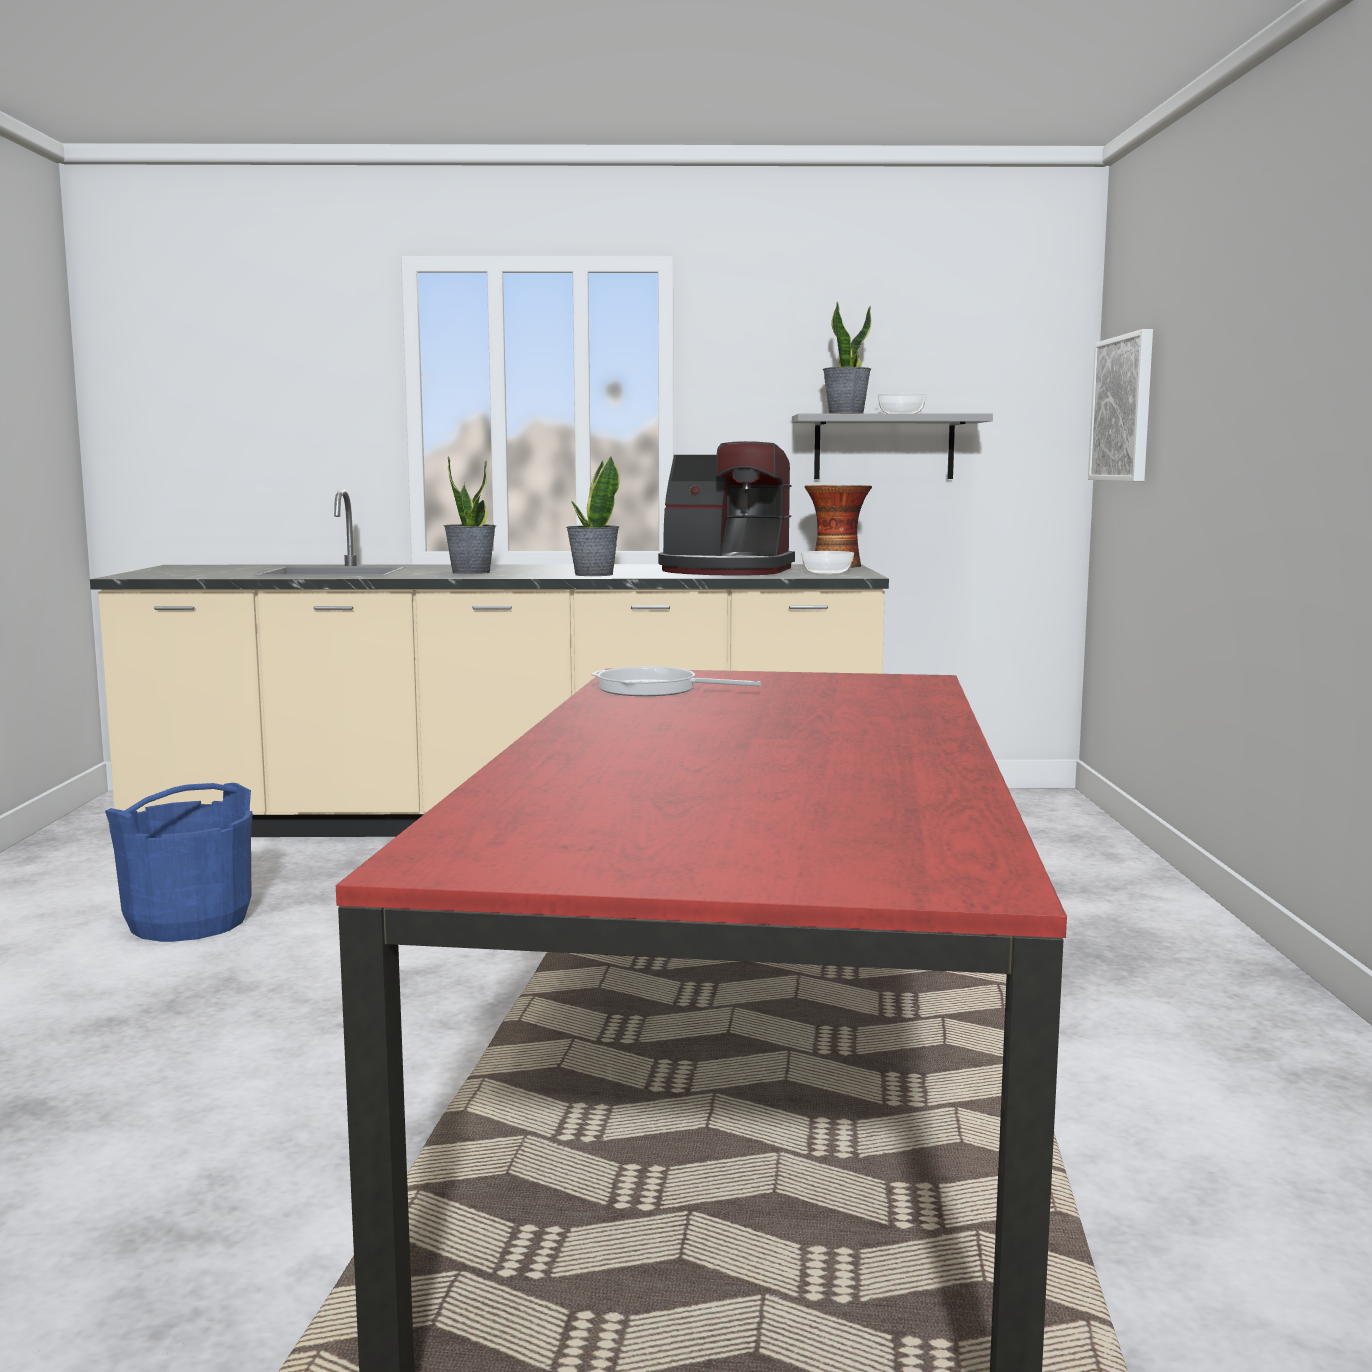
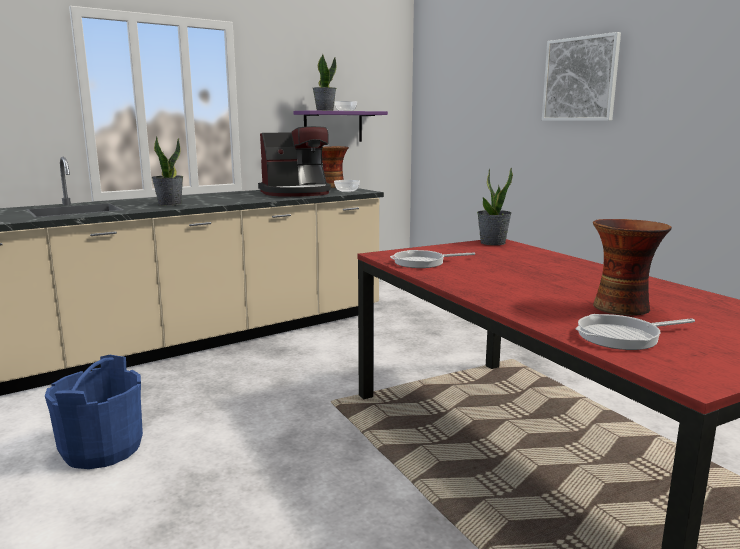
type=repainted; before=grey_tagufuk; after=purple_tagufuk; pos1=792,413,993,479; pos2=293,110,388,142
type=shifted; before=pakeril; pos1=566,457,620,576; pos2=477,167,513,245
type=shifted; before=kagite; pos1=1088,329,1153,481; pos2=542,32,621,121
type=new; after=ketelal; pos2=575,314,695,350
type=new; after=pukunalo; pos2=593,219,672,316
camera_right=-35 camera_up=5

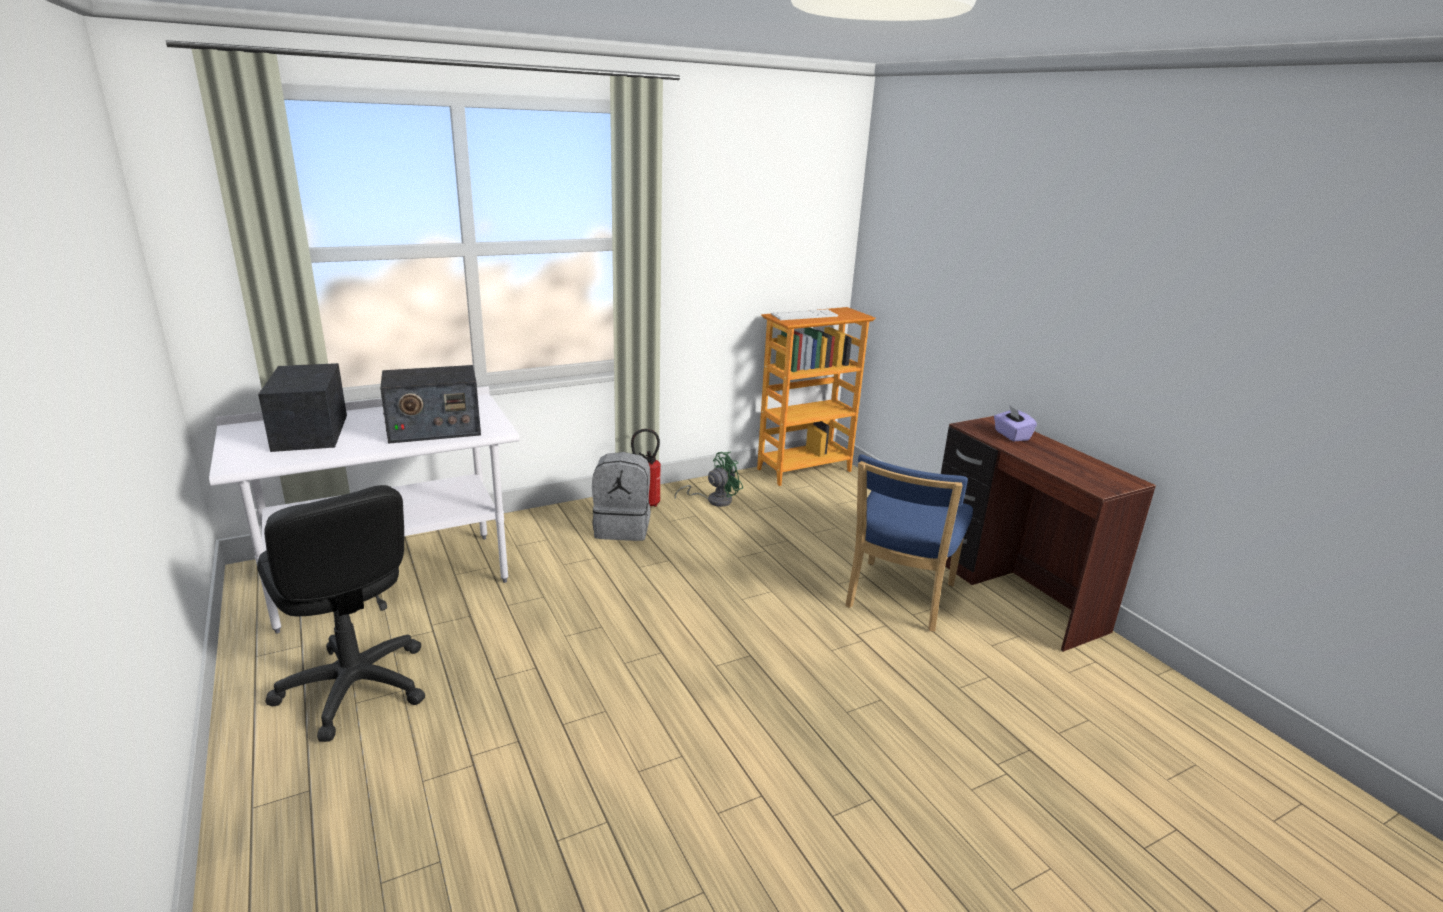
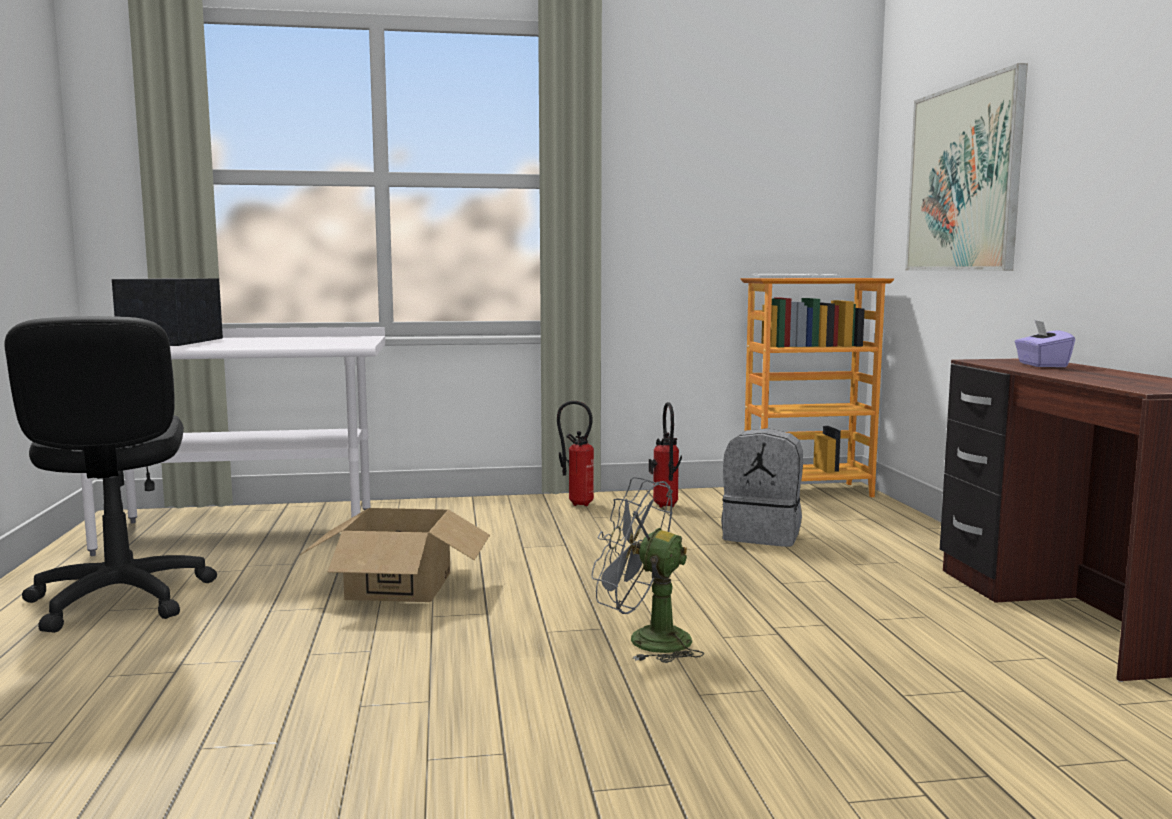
type=new; after=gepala; pos2=299,508,490,602
type=new; after=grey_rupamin; pos2=592,477,704,663
type=swapped; before=green_rupamin; after=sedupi; pos1=675,452,743,507; pos2=649,402,682,508
type=shifted; before=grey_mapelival; pos1=592,452,651,541; pos2=721,428,803,547
type=new; after=kagite; pos2=905,63,1028,271
type=gone; before=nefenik; pos1=380,365,481,444
type=gone; before=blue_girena; pos1=845,454,973,632
camera_right=20 camera_up=-15

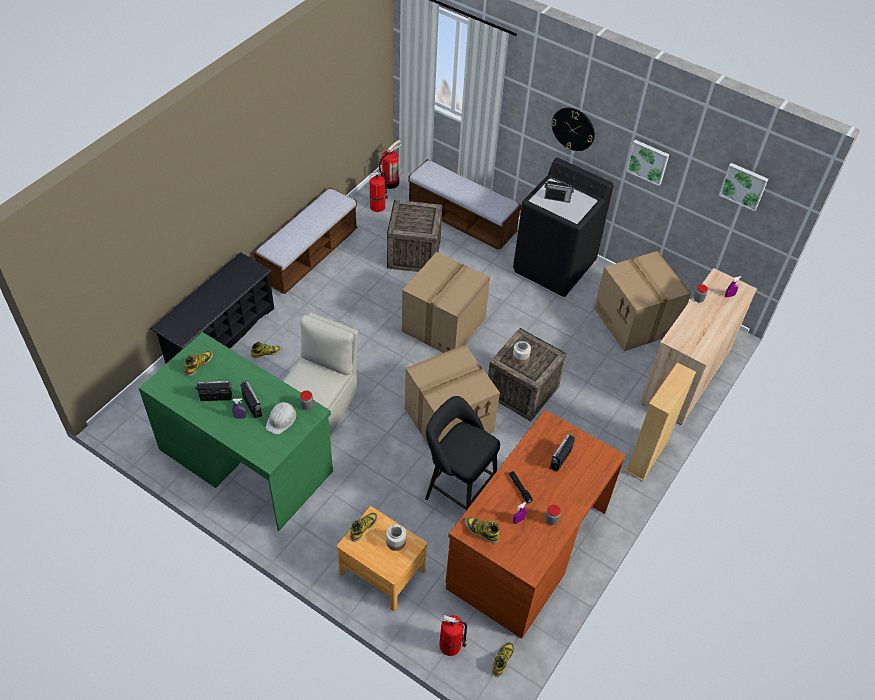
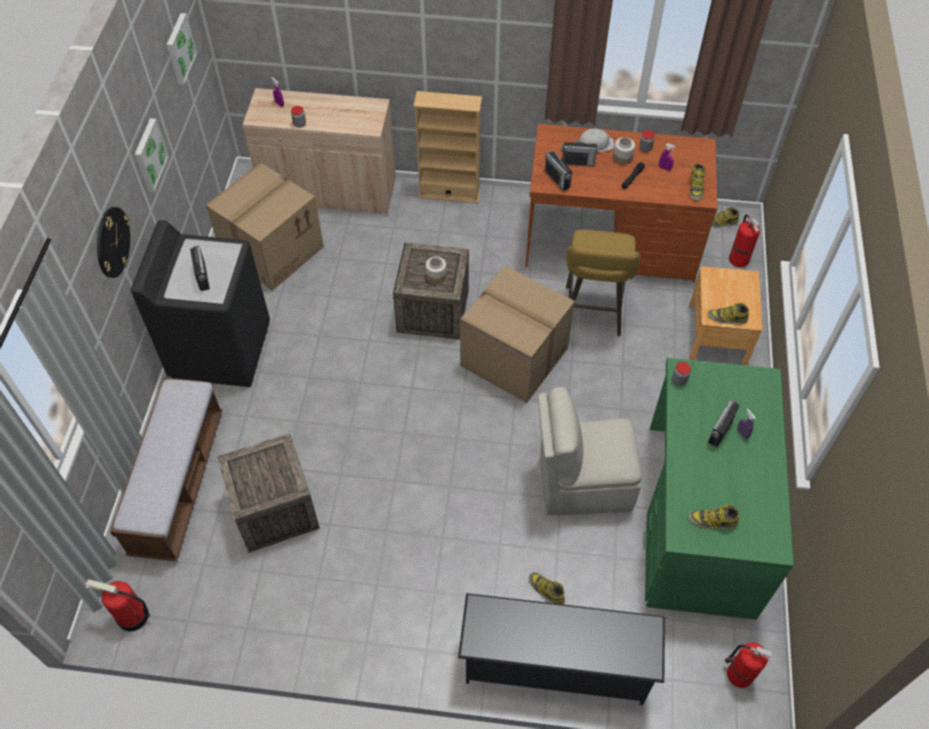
type=shifted; before=nefenik; pos1=195,378,232,401; pos2=545,147,572,191
type=repainted; before=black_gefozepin; after=yellow_gefozepin; pos1=425,396,500,511; pos2=566,229,641,336
type=shifted; before=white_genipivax; pos1=266,402,296,435; pos2=576,129,614,152
type=shifted; before=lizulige; pos1=386,525,406,551; pos2=613,137,635,165
type=shifted; before=sedupi; pos1=369,171,388,212; pos2=725,642,773,688
type=gone; before=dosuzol; pos1=253,187,358,294
type=gone; before=gepala; pos1=402,252,490,353
camera_right=-115 camera_up=5

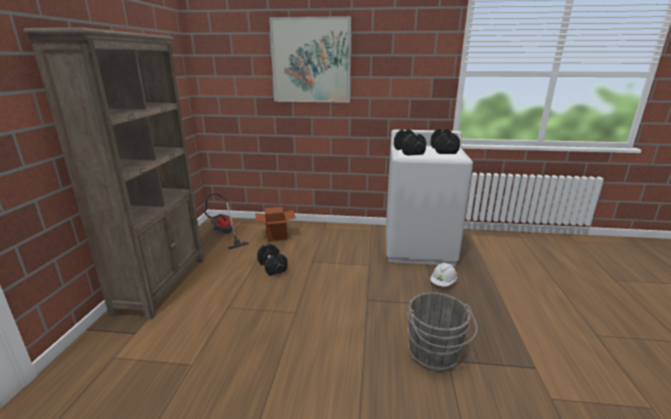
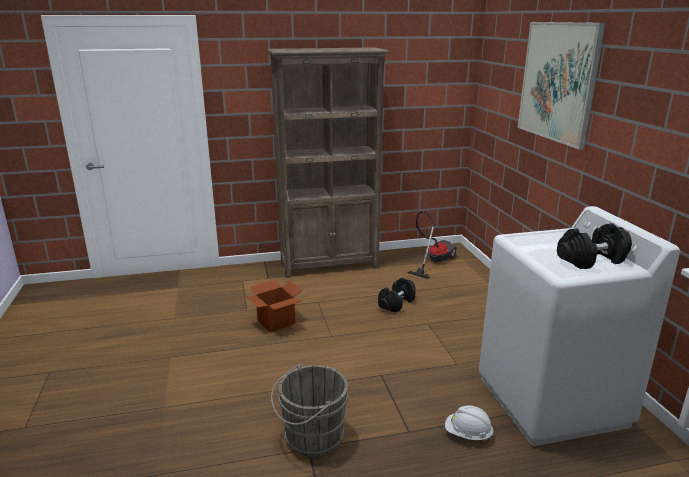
type=shifted; before=gepala; pos1=255,207,296,242; pos2=246,280,302,332
type=gone; before=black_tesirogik; pos1=394,129,426,156
camera_right=70 camera_up=0

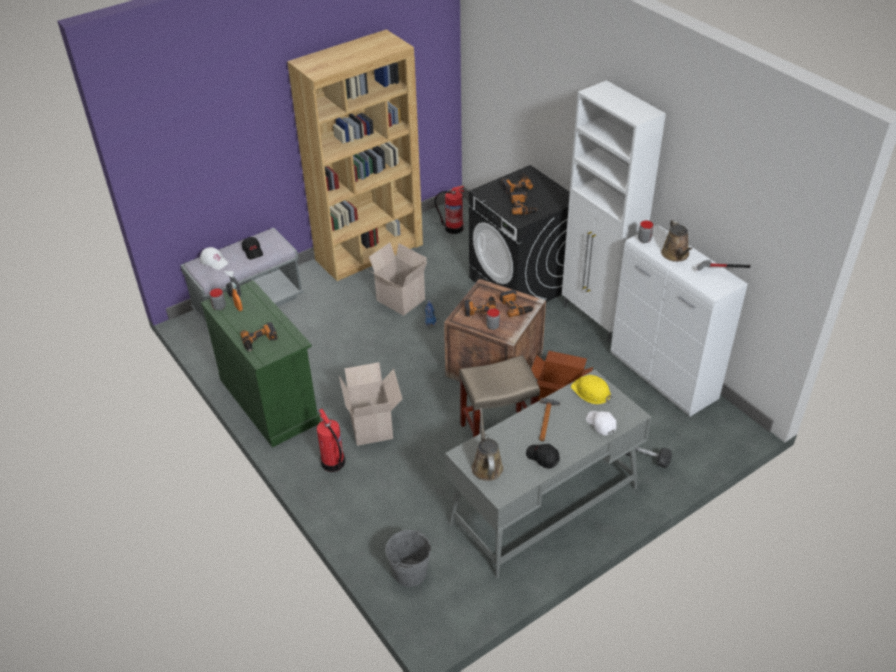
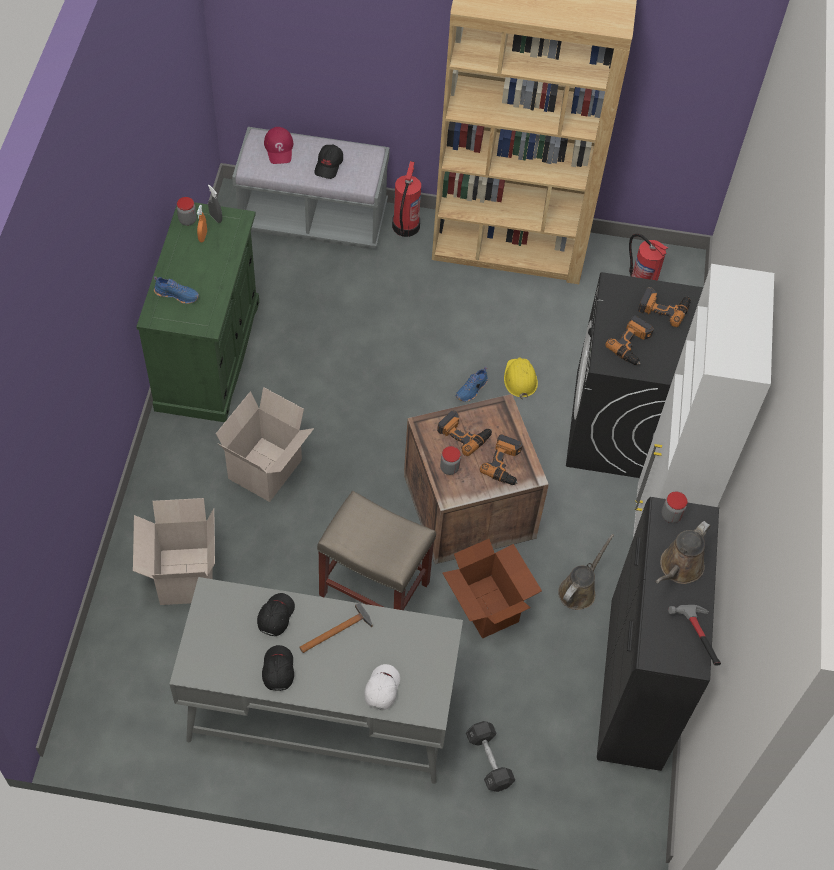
type=shifted; before=gepala; pos1=367,243,427,316; pos2=133,498,215,605
type=swapped; before=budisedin; after=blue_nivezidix; pos1=240,322,278,351; pos2=154,276,199,304
type=new; after=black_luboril; pos2=257,593,295,636
type=repainted; before=white_luboril; after=red_luboril; pos1=199,247,229,270; pos2=264,127,293,164
type=shifted; before=sedupi; pos1=317,409,345,472; pos2=392,161,421,237
type=shifted; before=yellow_genipivax; pos1=571,375,612,404; pos2=504,358,538,400
type=shifted; before=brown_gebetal; pos1=472,408,503,481; pos2=558,534,614,610
type=repainted; before=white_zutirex; after=black_zutirex; pos1=611,224,748,417; pos2=597,497,719,771
type=gone; before=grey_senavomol; pos1=385,530,431,587
camera_right=40 camera_up=15

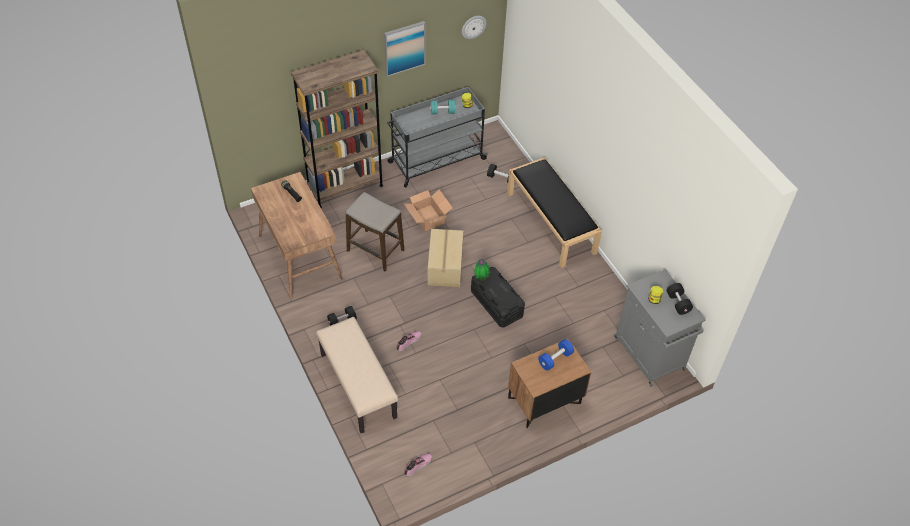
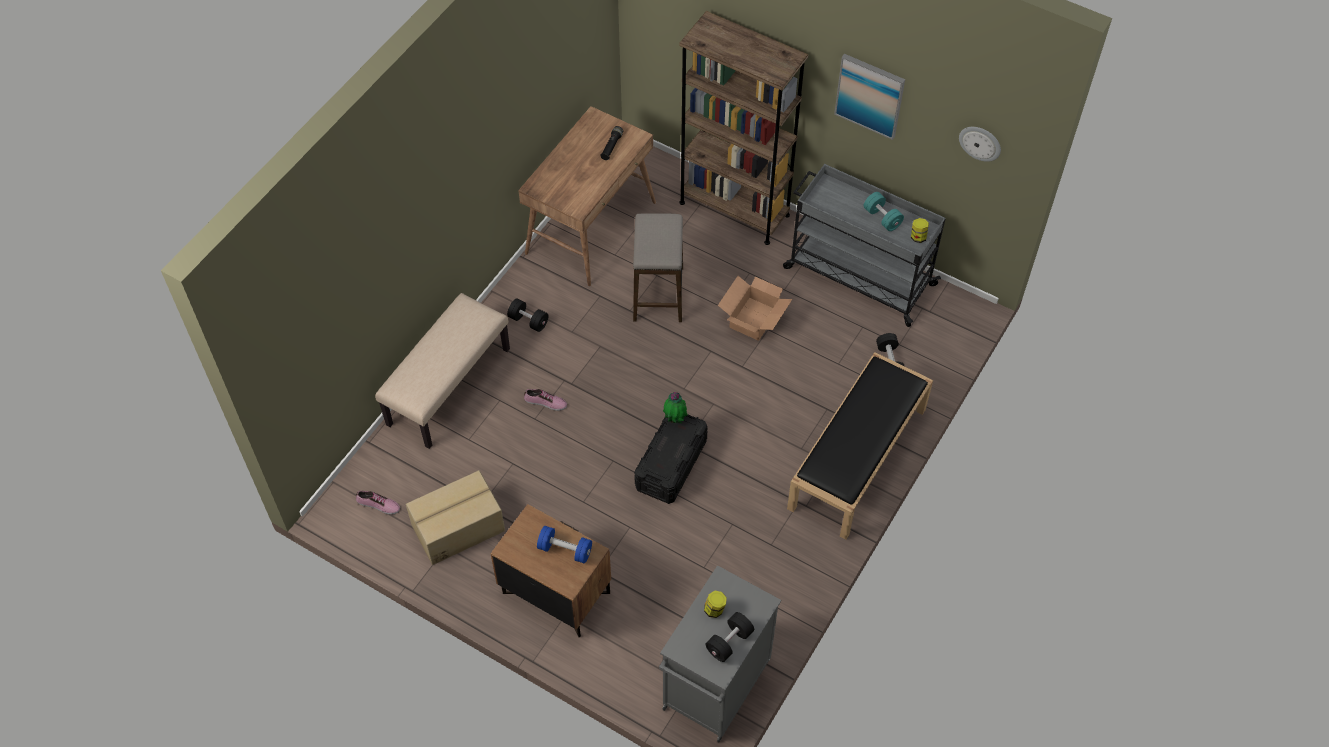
type=shifted; before=gepala; pos1=427,229,464,287; pos2=406,470,505,565
camera_right=60 camera_up=5

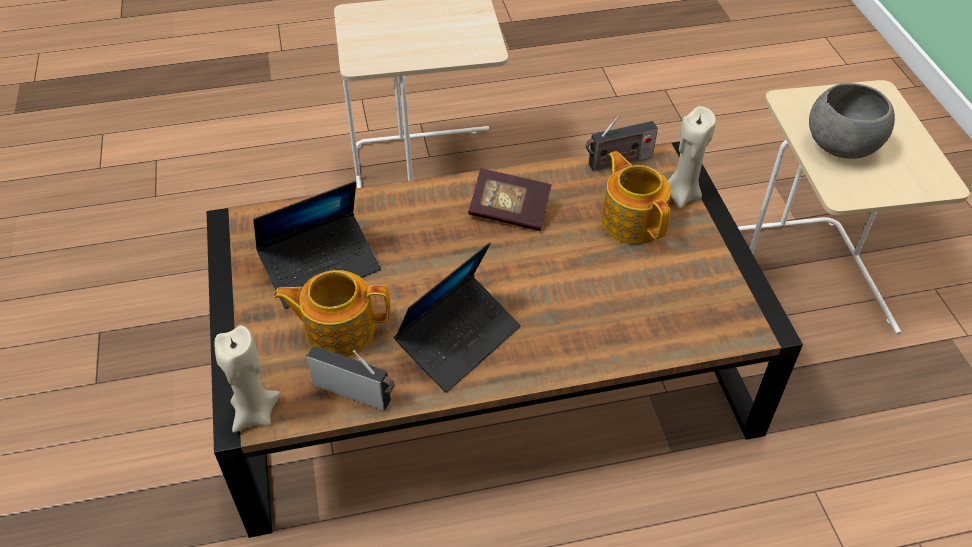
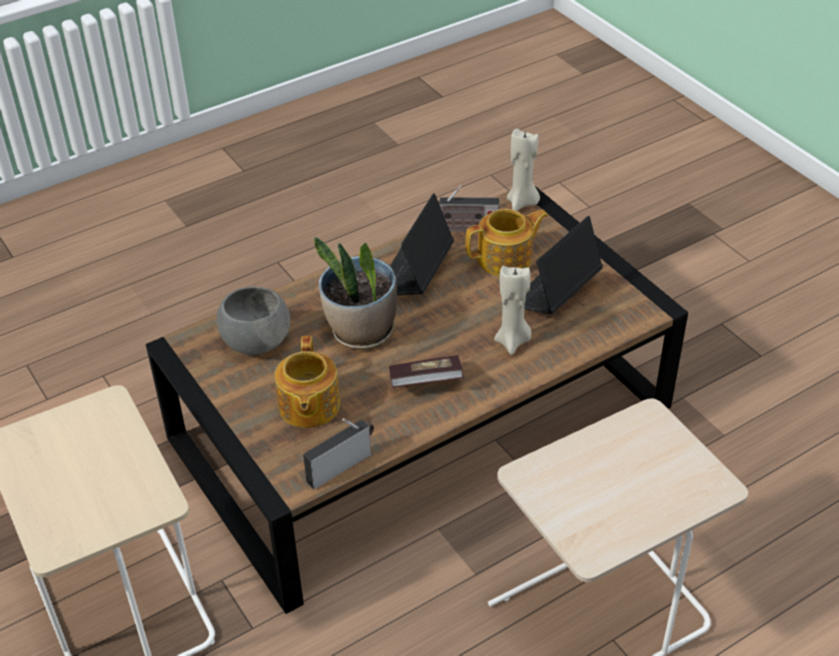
type=shifted; before=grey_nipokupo; pos1=809,83,895,159; pos2=217,287,290,355
type=rotated; before=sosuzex; pos1=602,151,671,244; pos2=275,336,340,428; turn=45
type=new; after=pakeril; pos2=314,237,397,350
type=shifted; before=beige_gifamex; pos1=668,106,716,209; pos2=494,266,532,355
camera_right=160 camera_up=-5

